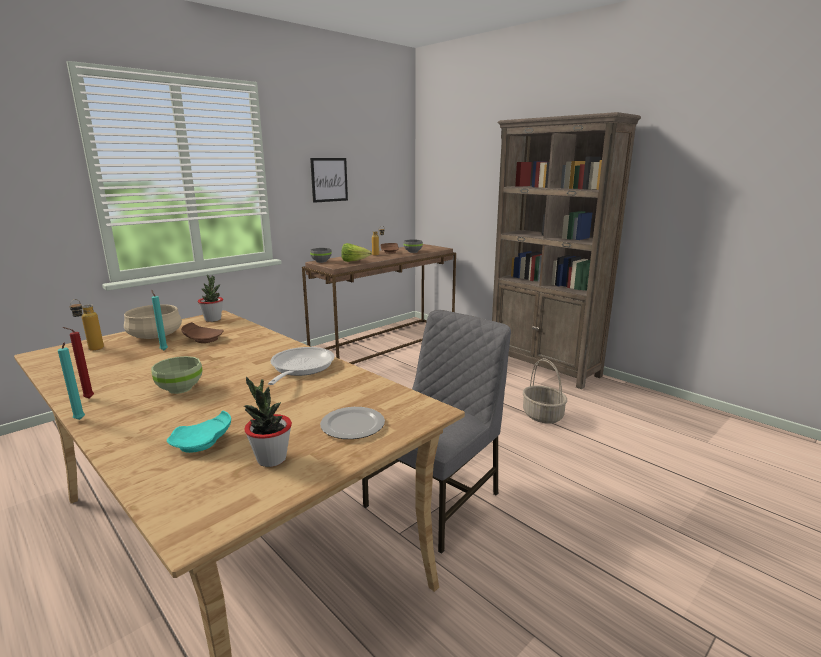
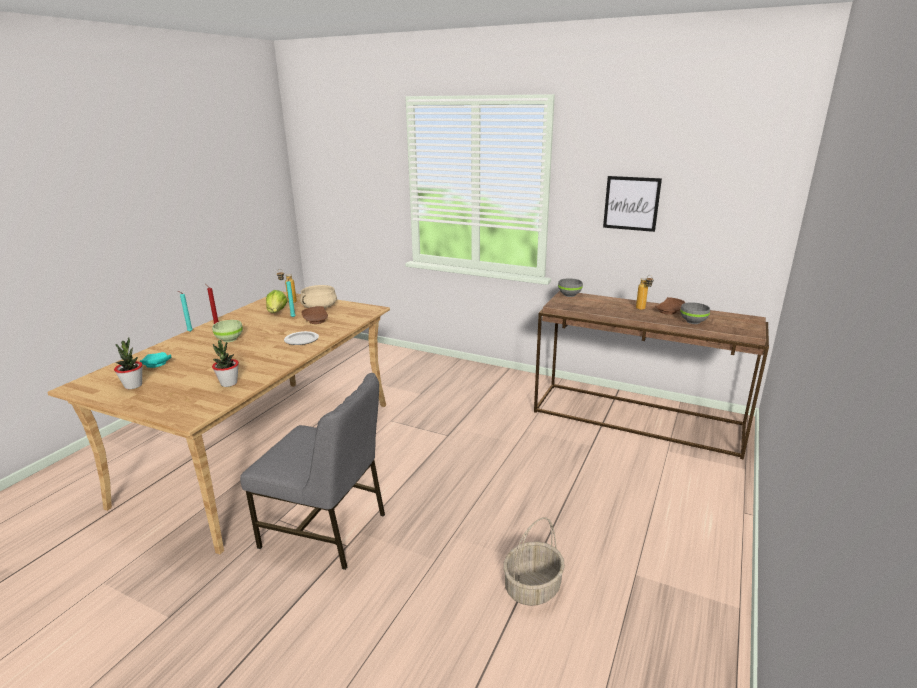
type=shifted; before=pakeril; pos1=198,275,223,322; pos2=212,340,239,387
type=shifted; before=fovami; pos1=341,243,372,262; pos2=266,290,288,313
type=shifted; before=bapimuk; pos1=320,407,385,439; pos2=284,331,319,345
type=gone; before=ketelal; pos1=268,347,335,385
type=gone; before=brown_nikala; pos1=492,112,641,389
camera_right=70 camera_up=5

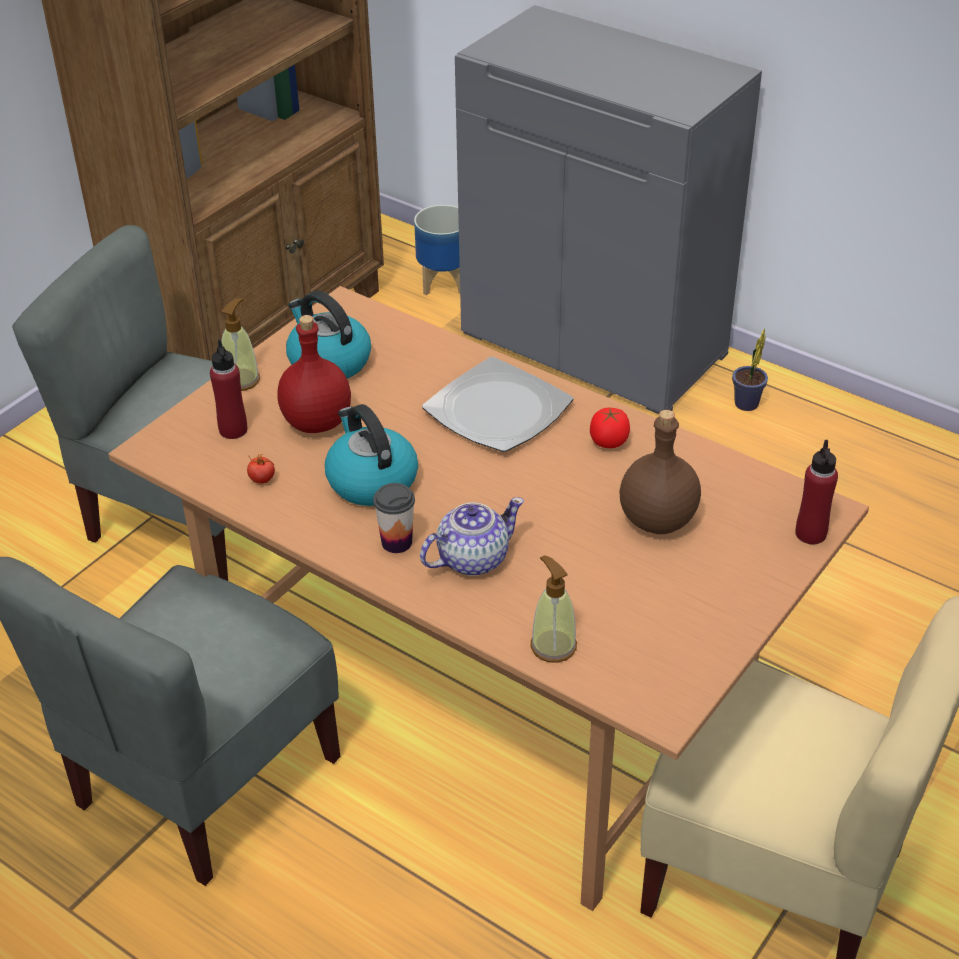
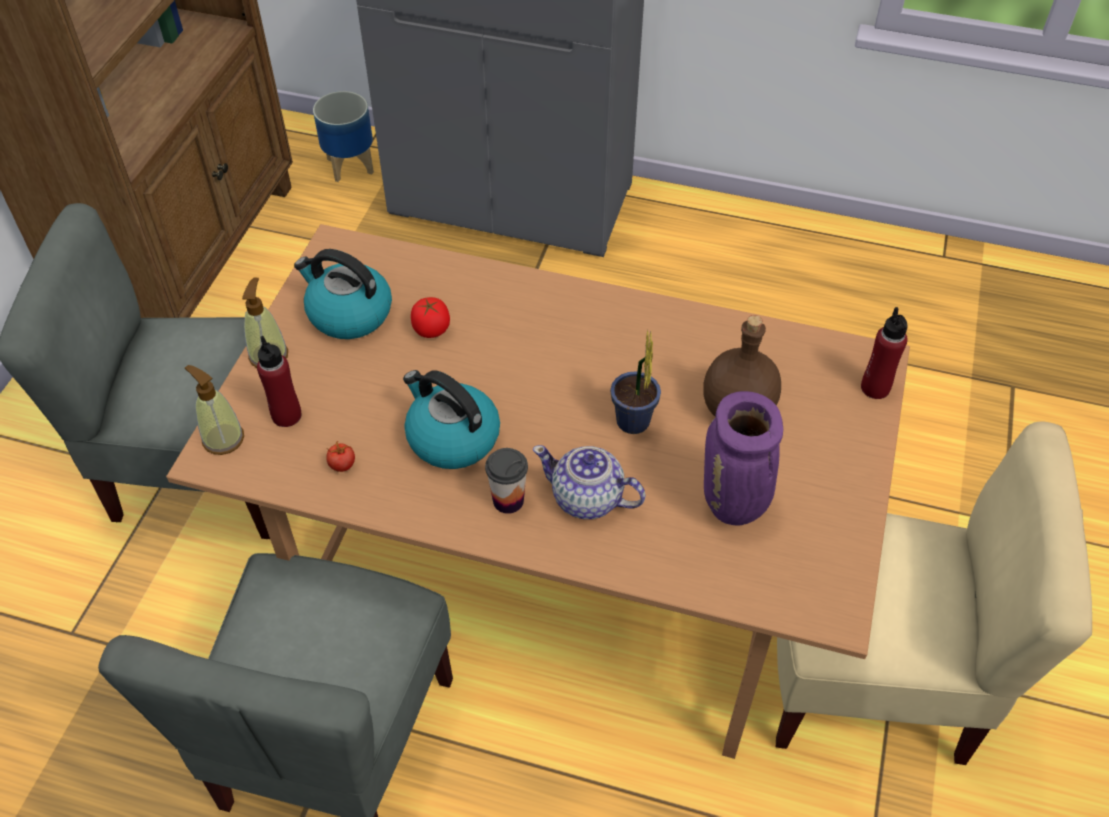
type=shifted; before=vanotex; pos1=531,555,577,663; pos2=185,365,244,455
type=shifted; before=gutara; pos1=590,408,630,448; pos2=411,297,450,338
type=rotated; before=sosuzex; pos1=420,497,524,576; pos2=533,445,646,519; turn=-105
type=shifted; before=pakeril; pos1=732,329,768,411; pos2=610,330,661,434
type=new; after=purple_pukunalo; pos2=704,391,783,526
type=gone; before=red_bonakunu; pos1=277,315,351,433
type=gone; before=bapimuk; pos1=422,357,573,452
camera_right=-20 camera_up=10

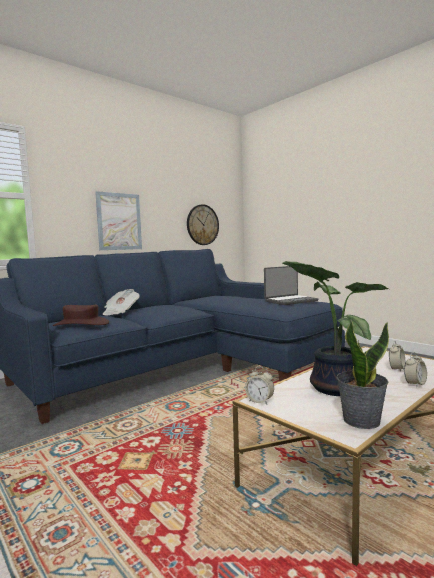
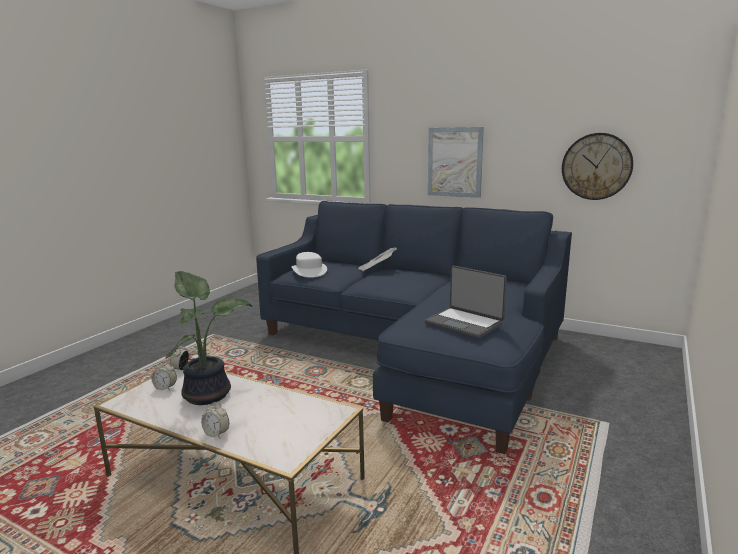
type=shifted; before=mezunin; pos1=389,341,406,372; pos2=151,361,177,391
type=repainted; before=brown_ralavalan; after=white_ralavalan; pos1=53,305,109,326; pos2=291,252,327,278
type=gone; before=pakeril; pos1=337,320,389,429
camera_right=70 camera_up=10

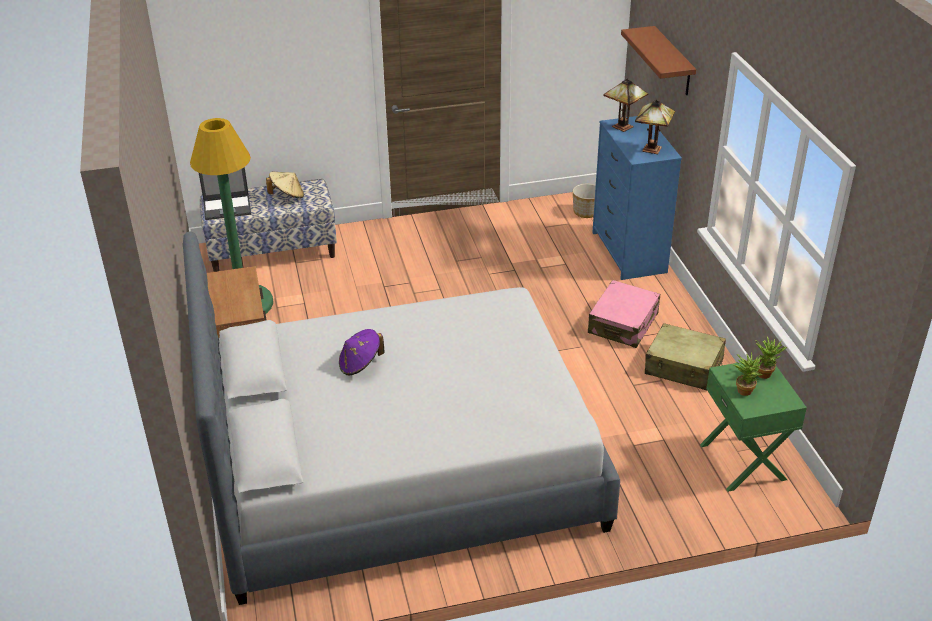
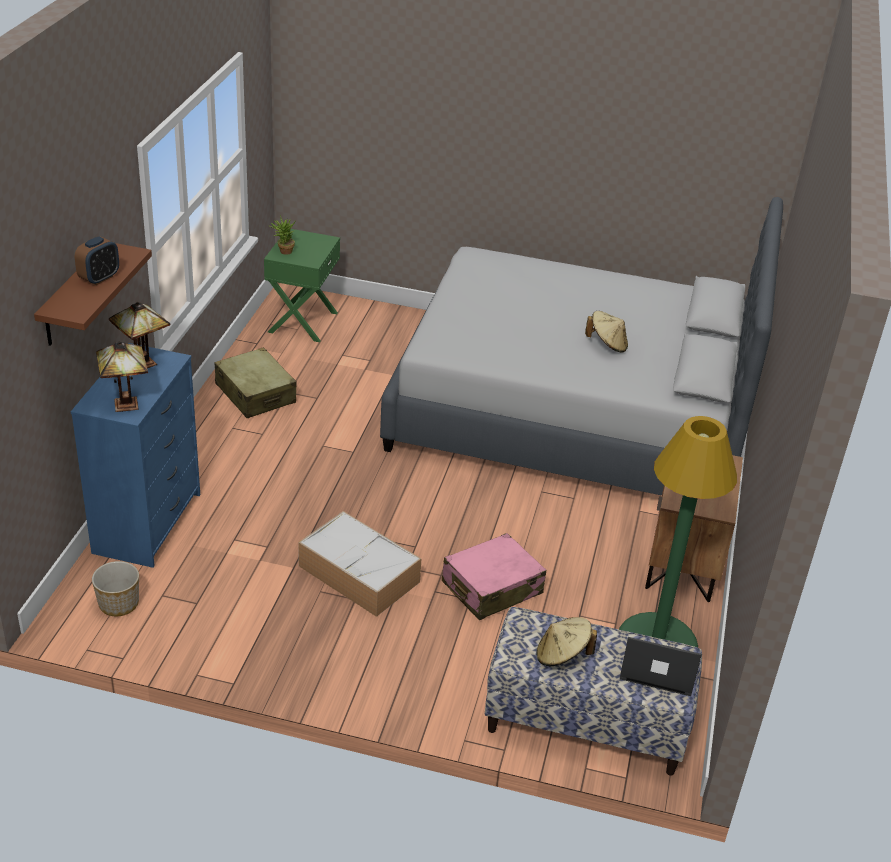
type=new; after=mezunin; pos2=75,236,119,285
type=new; after=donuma; pos2=298,511,422,617
type=shifted; before=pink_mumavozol; pos1=588,280,660,348; pos2=442,533,546,620
type=repainted; before=purple_ralavalan; after=beige_ralavalan; pos1=339,329,385,375; pos2=585,311,628,352
type=gone; before=pakeril; pos1=733,352,764,396
camera_right=-155 camera_up=0

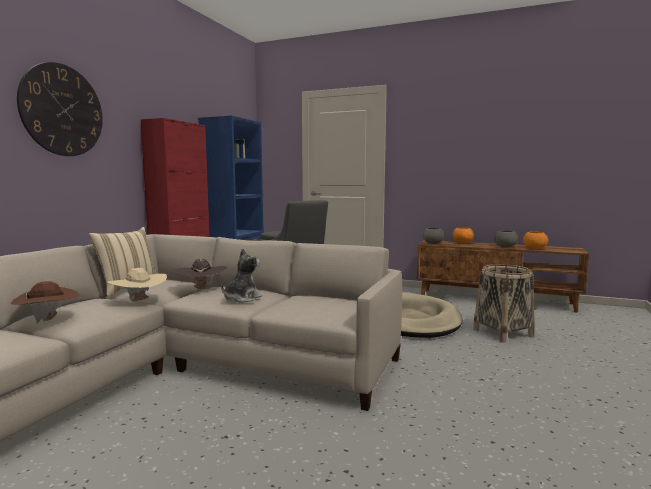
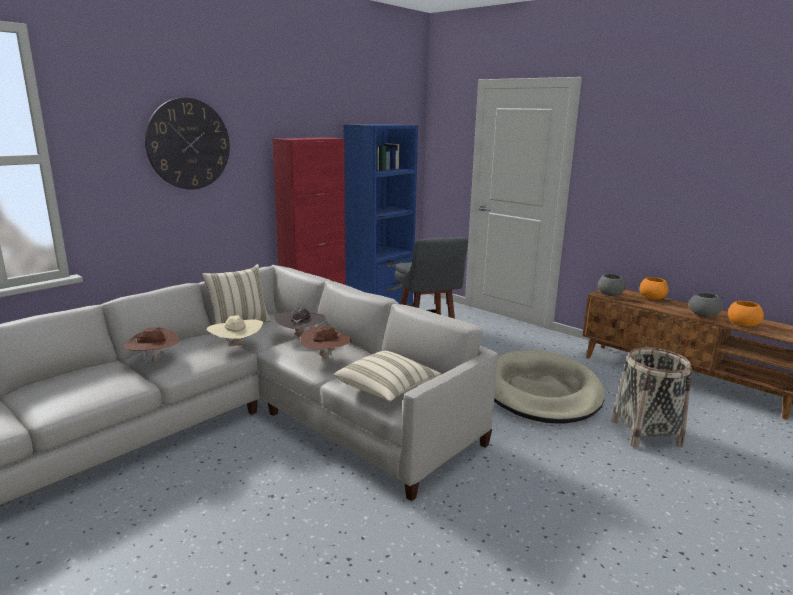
type=swapped; before=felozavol; after=brown_ralavalan; pos1=221,248,262,303; pos2=300,326,352,360
type=new; after=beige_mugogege; pos2=333,350,441,402
camera_right=20 camera_up=10

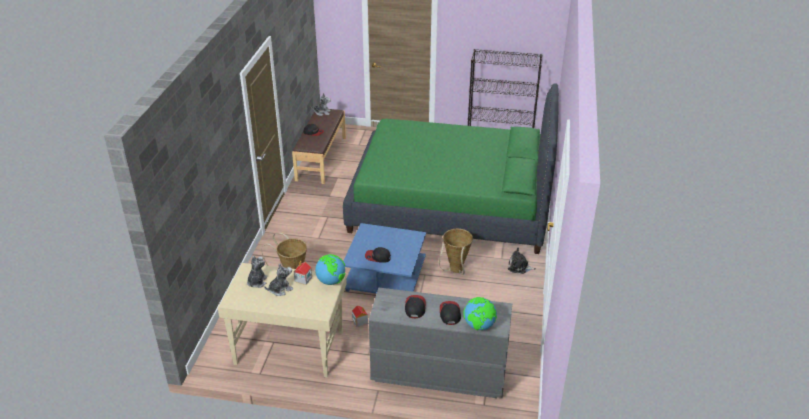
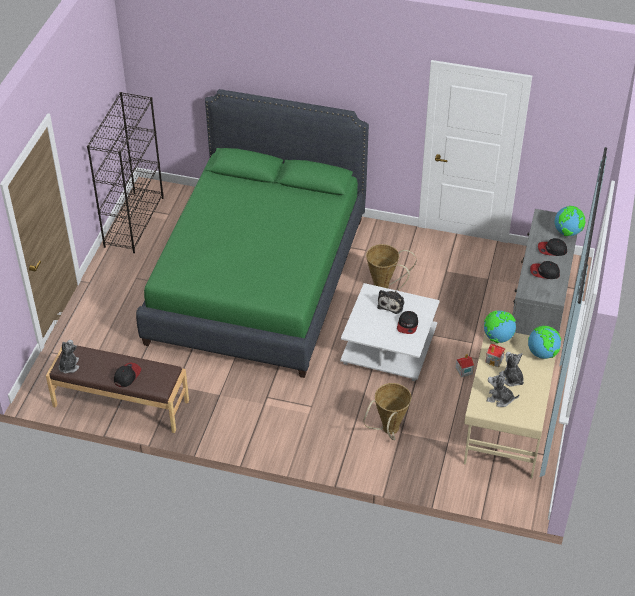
type=repainted; before=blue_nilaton; after=white_nilaton; pos1=343,223,426,294; pos2=340,283,440,381
type=shifted; before=felozavol; pos1=508,248,536,274; pos2=377,290,404,314
type=new; after=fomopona; pos2=528,326,561,359
camera_right=-85 camera_up=10

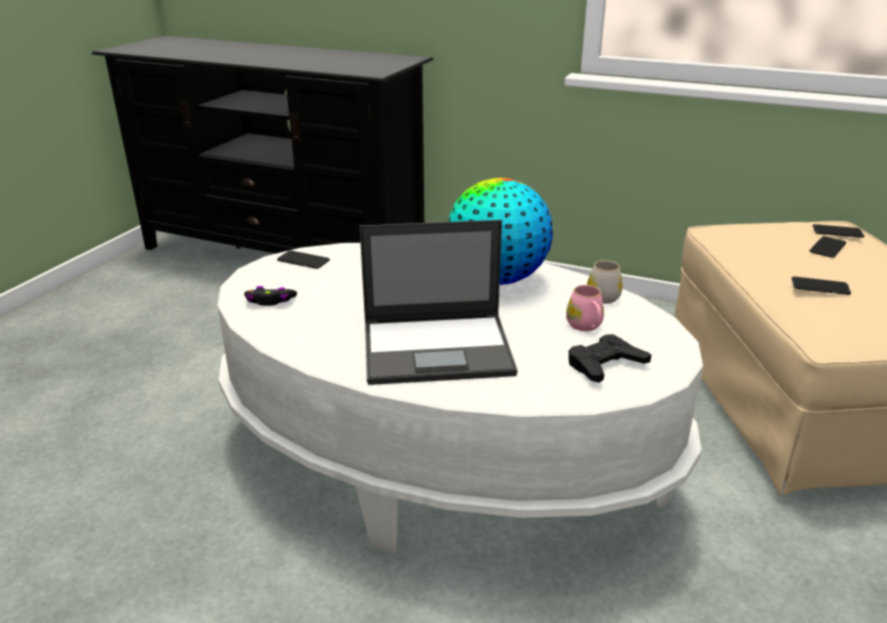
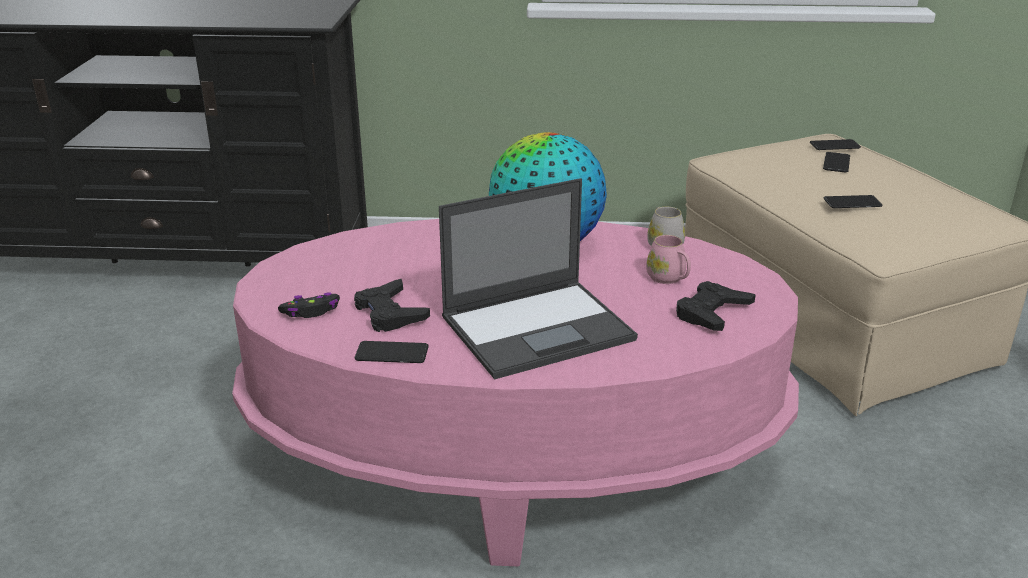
type=repainted; before=white_nilaton; after=pink_nilaton; pos1=217,243,703,554; pos2=232,219,799,566
type=new; after=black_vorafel; pos2=354,279,430,332
type=shifted; before=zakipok; pos1=277,251,330,269; pos2=355,341,429,363
camera_right=-20 camera_up=0

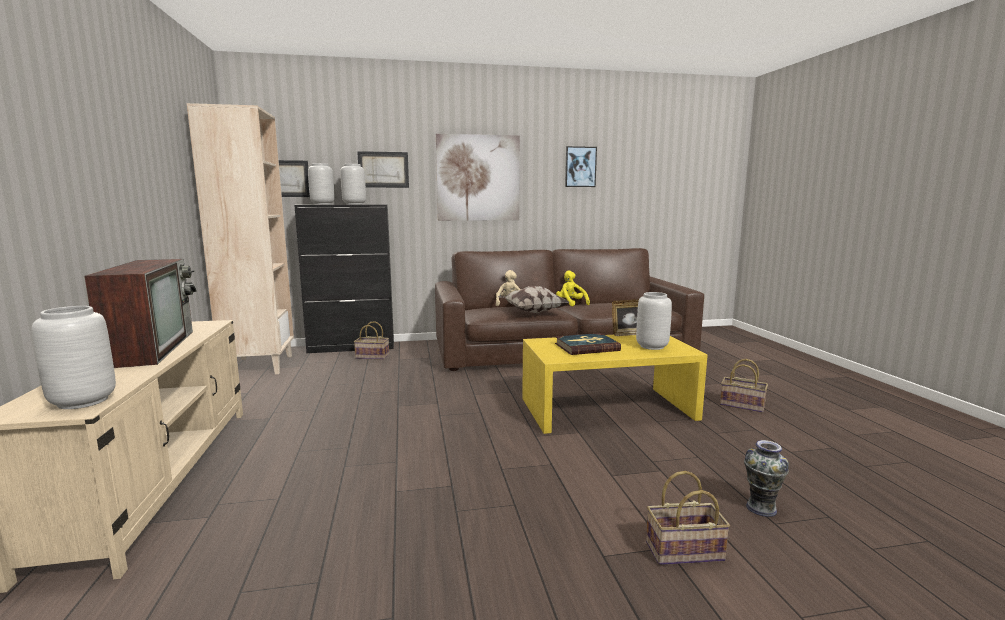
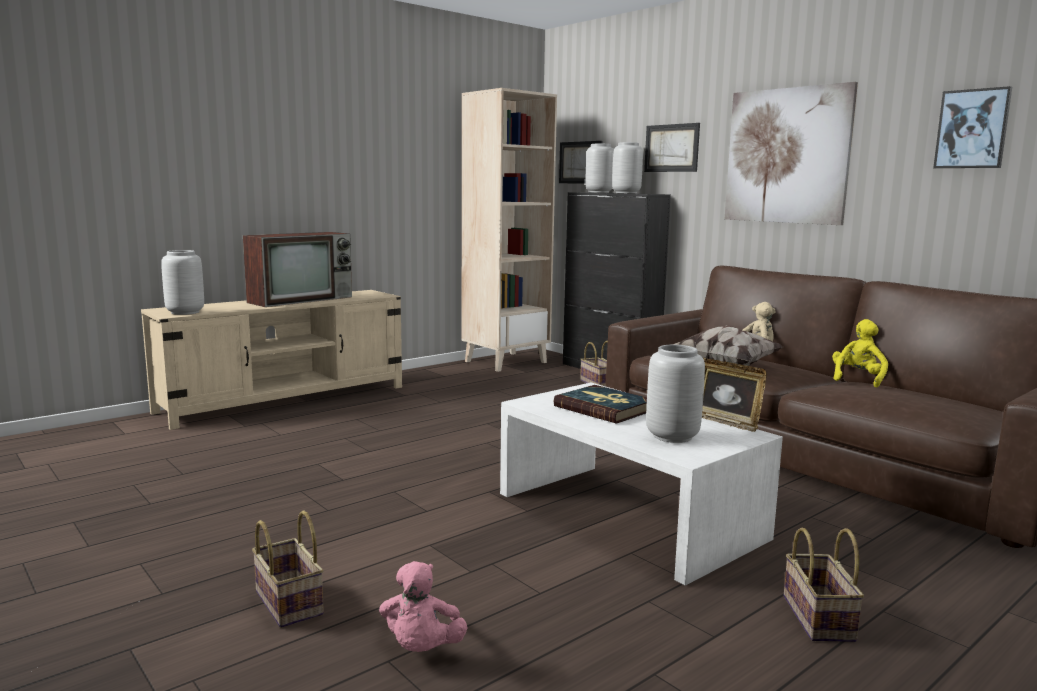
type=swapped; before=pukunalo; after=pink_felozavol; pos1=744,440,789,517; pos2=379,561,467,652
type=repainted; before=yellow_nilaton; after=white_nilaton; pos1=522,335,708,434; pos2=500,382,783,586
camera_right=60 camera_up=0

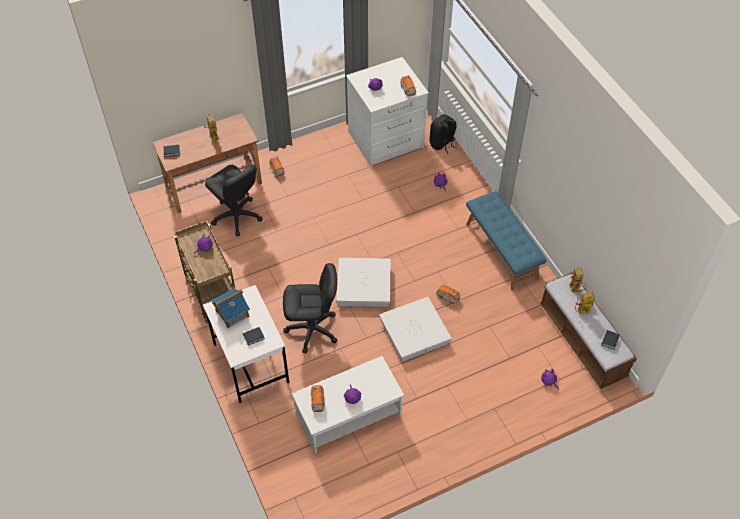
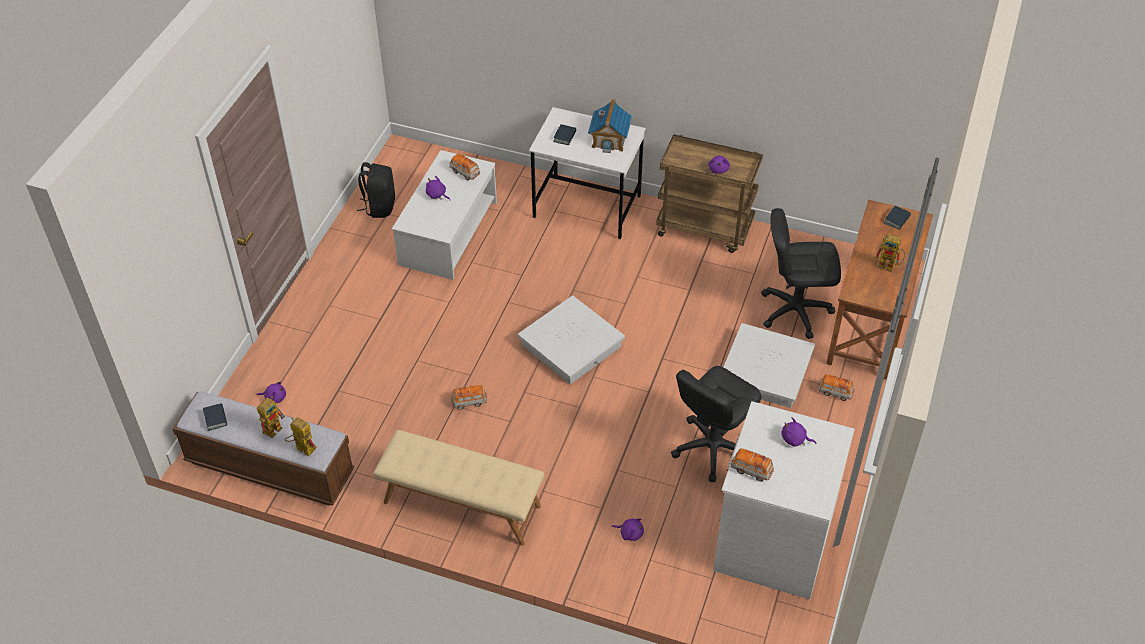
type=shifted; before=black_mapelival; pos1=429,114,457,154; pos2=357,162,395,218
type=repainted; before=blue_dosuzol; after=beige_dosuzol; pos1=466,191,547,290; pos2=373,430,544,545
type=shifted; before=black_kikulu; pos1=283,263,338,354; pos2=671,366,761,482
type=shifted; before=white_donuma; pos1=379,297,452,362; pos2=724,323,815,408
camera_right=135 camera_up=-5

